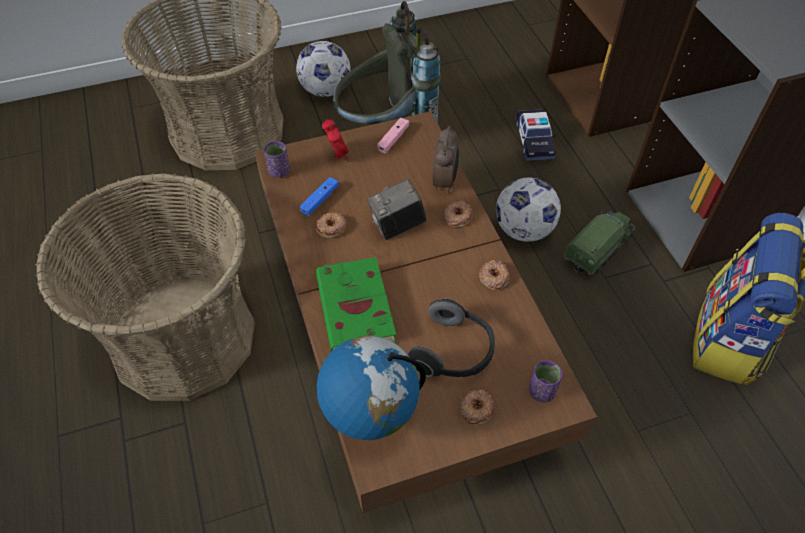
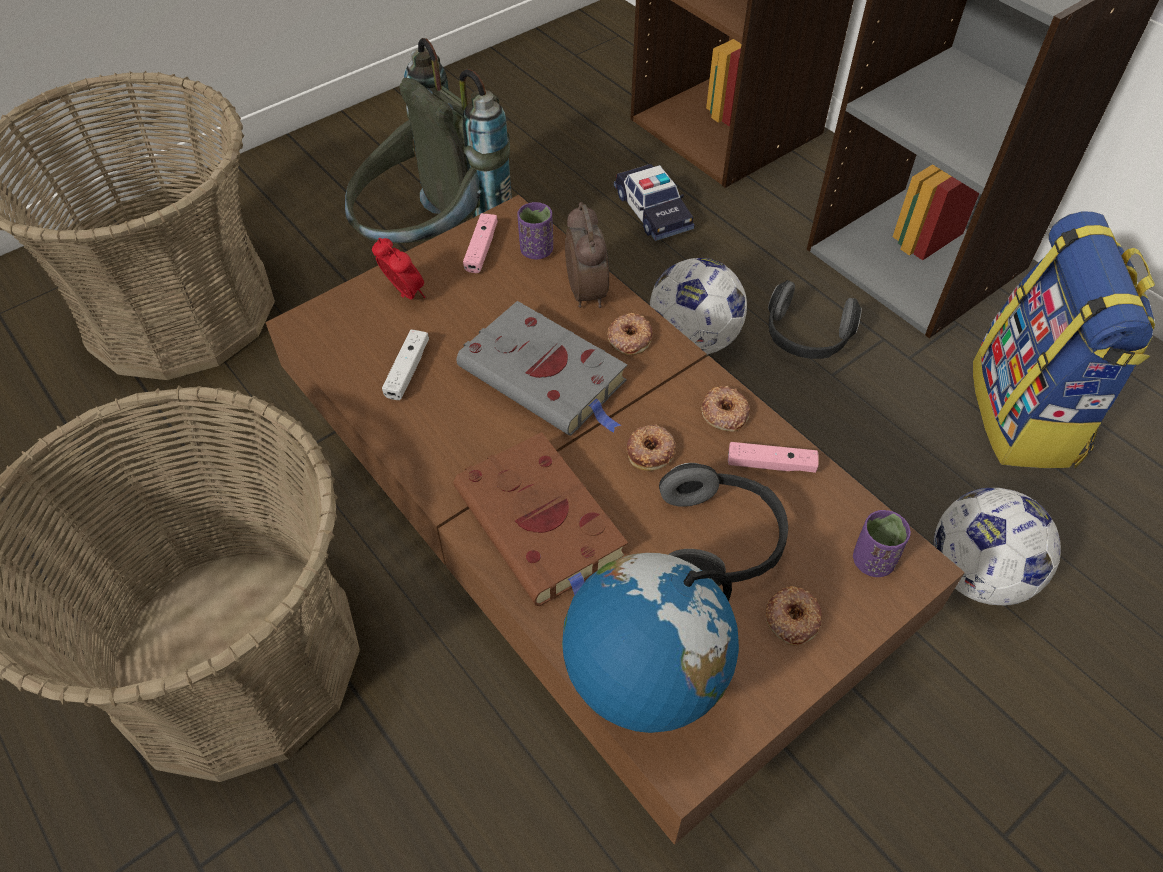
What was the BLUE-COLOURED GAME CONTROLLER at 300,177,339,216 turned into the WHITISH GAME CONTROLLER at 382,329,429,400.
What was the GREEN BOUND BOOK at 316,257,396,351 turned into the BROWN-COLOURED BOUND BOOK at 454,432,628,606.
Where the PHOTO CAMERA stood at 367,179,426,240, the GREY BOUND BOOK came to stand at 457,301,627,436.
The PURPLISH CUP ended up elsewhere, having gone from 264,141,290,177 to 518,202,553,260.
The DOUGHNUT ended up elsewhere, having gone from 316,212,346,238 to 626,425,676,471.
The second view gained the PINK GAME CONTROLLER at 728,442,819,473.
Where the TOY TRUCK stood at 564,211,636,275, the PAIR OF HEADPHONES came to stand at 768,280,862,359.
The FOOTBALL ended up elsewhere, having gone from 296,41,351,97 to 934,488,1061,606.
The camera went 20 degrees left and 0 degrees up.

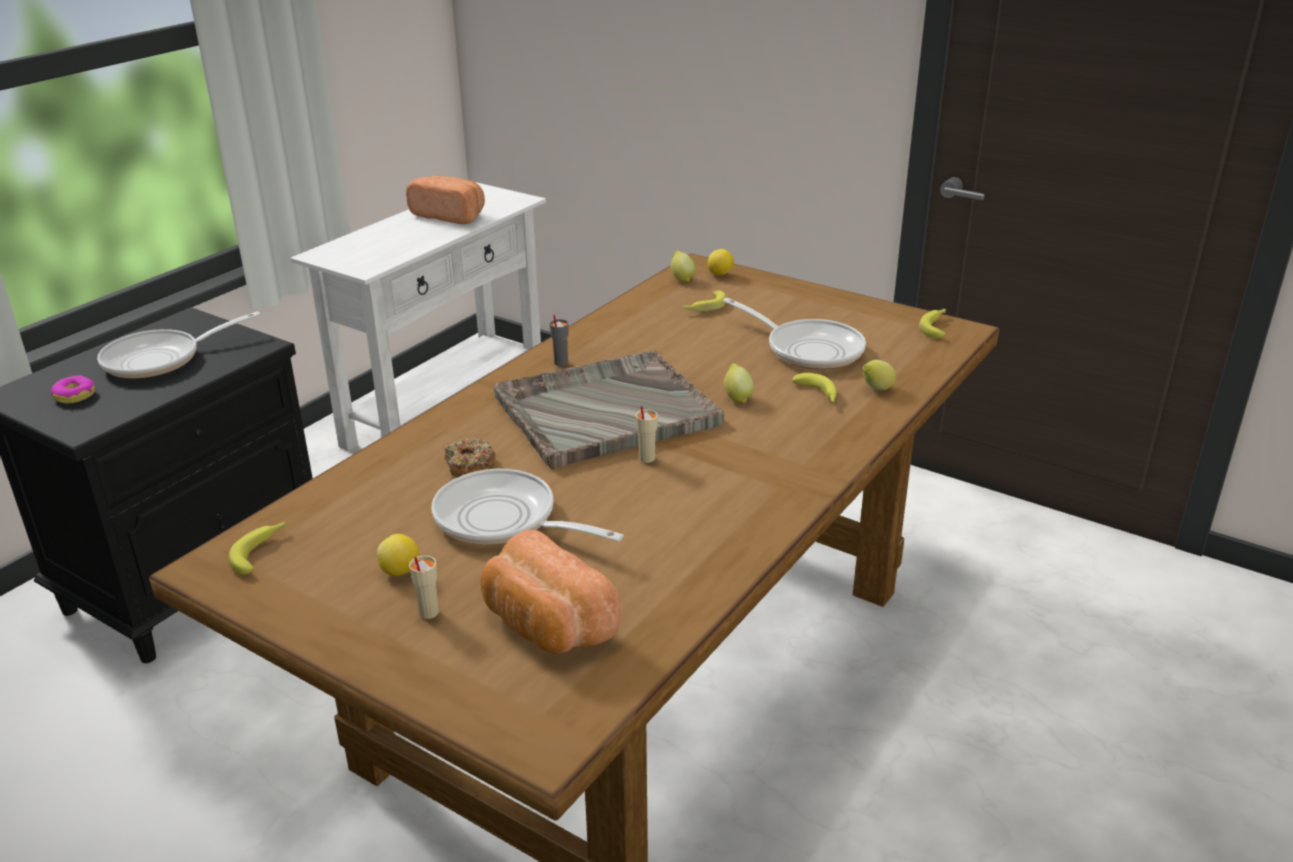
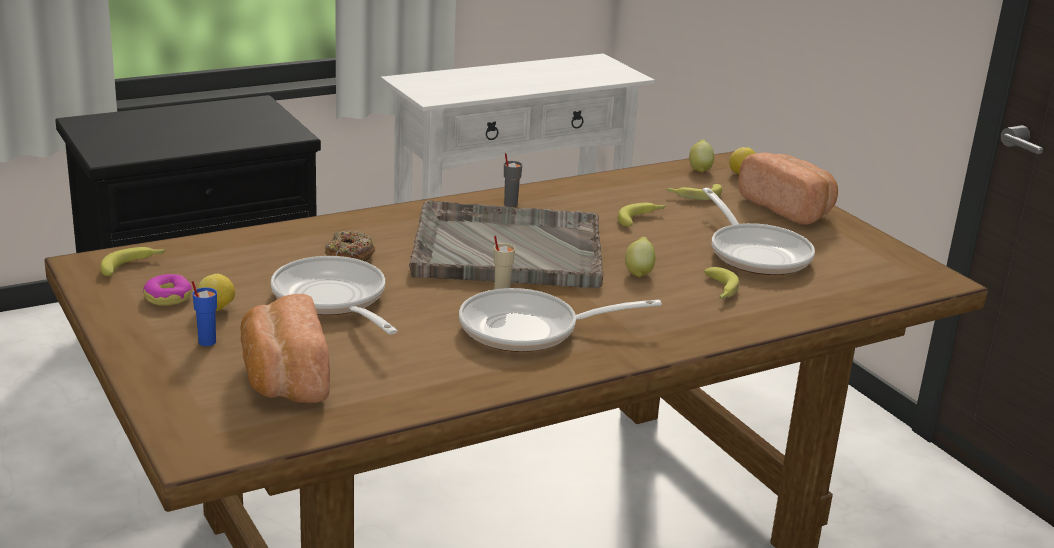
The DOUGHNUT ended up elsewhere, having gone from 51,375,95,404 to 143,274,192,306.
What was the BEIGE CUP at 409,556,439,619 turned into the BLUE-COLOURED CUP at 192,281,217,346.
The PAN ended up elsewhere, having gone from 97,311,261,379 to 459,288,662,352.
The BANANA ended up elsewhere, having gone from 919,309,946,338 to 618,203,666,227.
The BAKERY BREAD ended up elsewhere, having gone from 406,175,485,224 to 738,152,838,225.
The second view lost the CITRUS FRUIT at 862,360,896,390.
The camera went 25 degrees right and 5 degrees down.

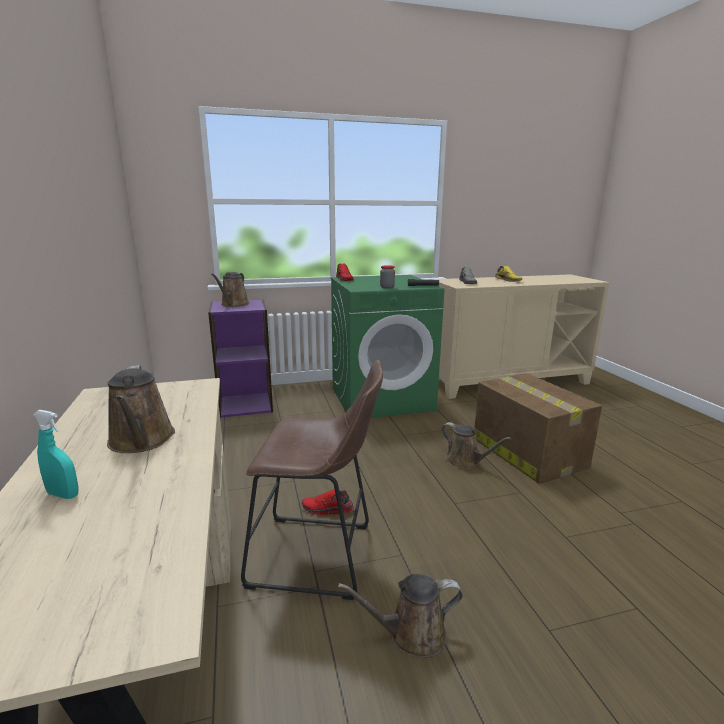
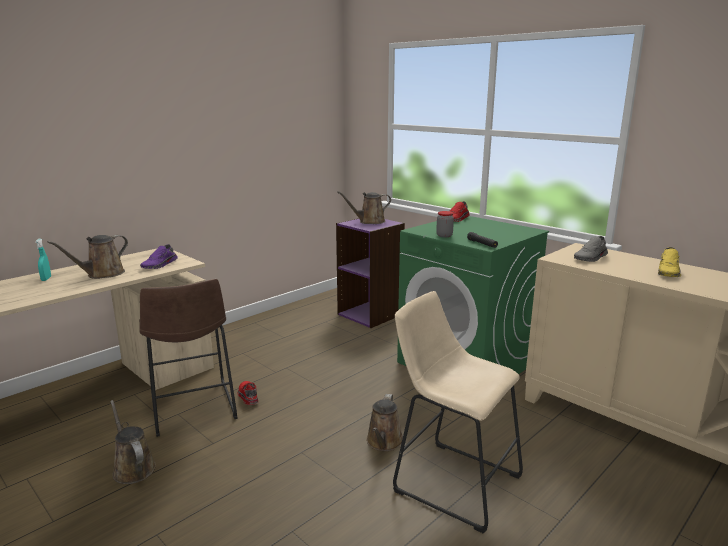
The second view gained the PURPLISH SHOE at 140,244,178,269.
Where the CARDBOARD BOX stood at 474,373,602,484, the BEIGE STOOL SEAT came to stand at 393,291,523,534.
The camera went 60 degrees right and 0 degrees up.

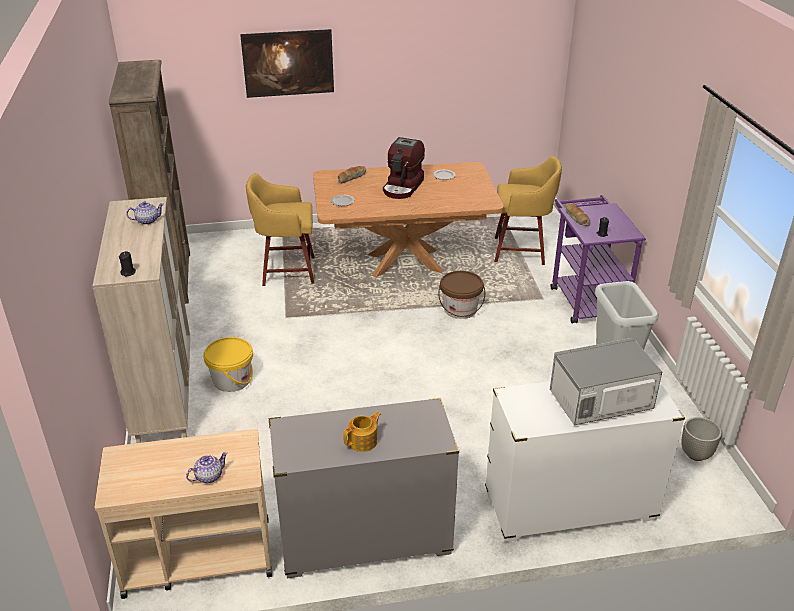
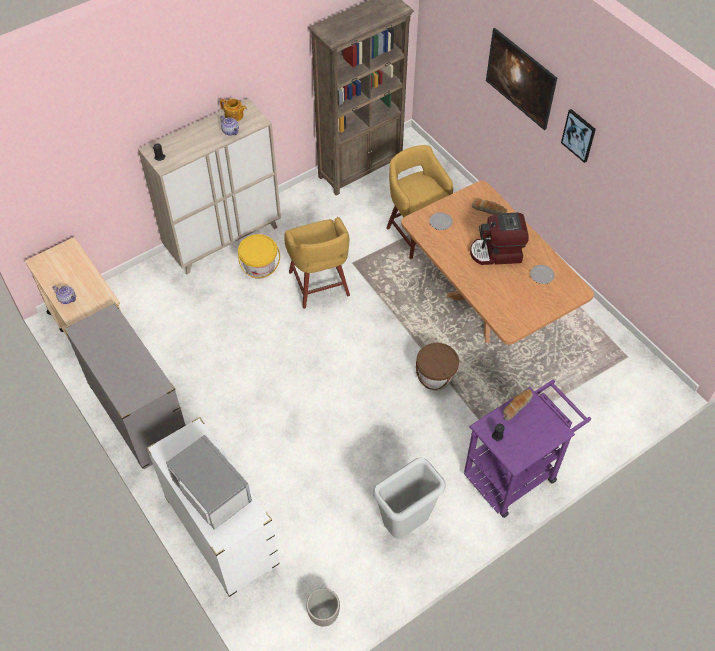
The TEAPOT ended up elsewhere, having gone from 343,412,381,452 to 220,99,247,121.
The YELLOW STOOL SEAT ended up elsewhere, having gone from 495,156,562,265 to 284,217,350,309.
The second view gained the WALL PICTURE at 561,109,596,163.
The camera went 65 degrees right and 20 degrees up.

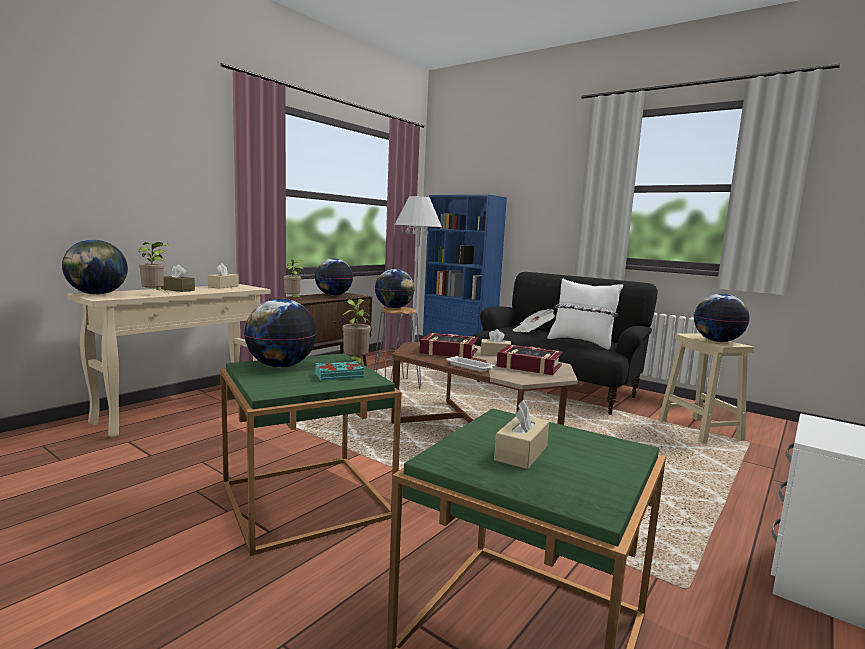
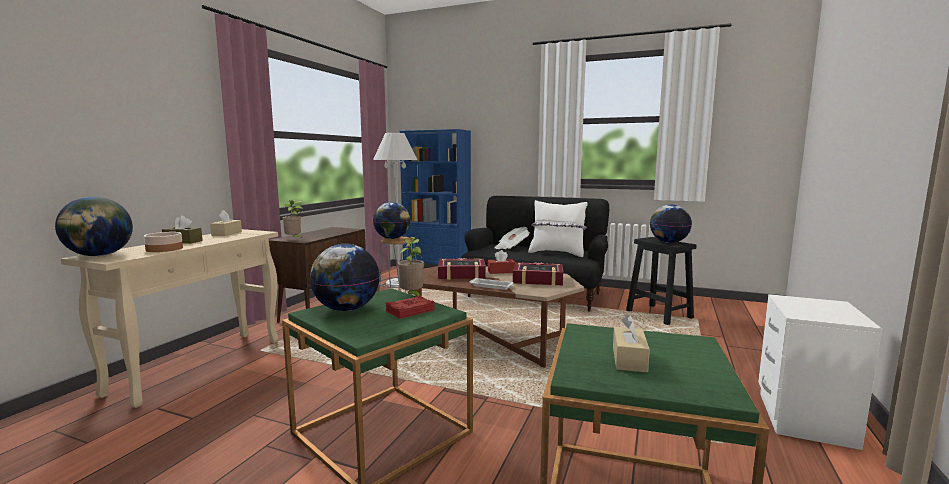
Where the HOUSEPLANT stood at 138,242,169,292, the SERVING BOWL came to stand at 144,232,183,252.
What was the BLUE-GREEN BOUND BOOK at 315,361,364,381 turned into the RED-COLOURED BOUND BOOK at 386,295,434,319.
What was the BEIGE TISSUE HOLDER at 481,329,511,356 turned into the RED-COLOURED TISSUE HOLDER at 488,250,515,274.
What was the BEIGE STOOL SEAT at 658,333,754,444 turned into the BLACKISH STOOL SEAT at 626,237,696,325.
The second view lost the DESK GLOBE at 315,258,353,296.
The camera went 15 degrees left and 0 degrees up.

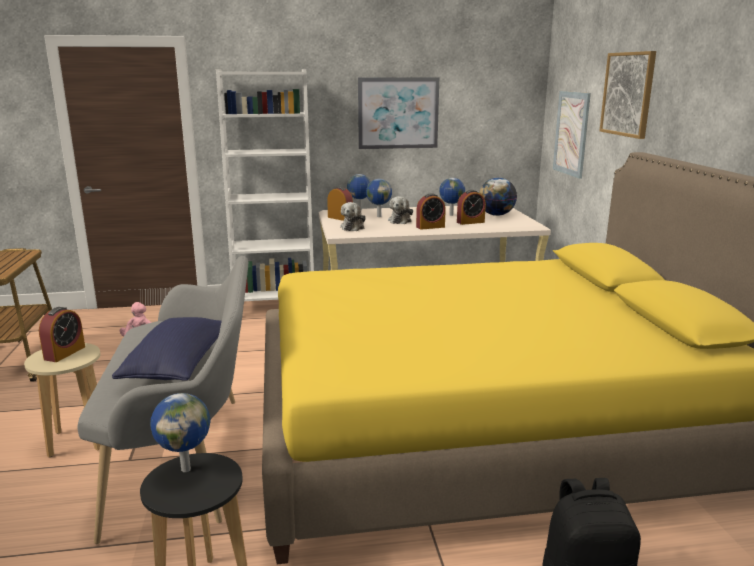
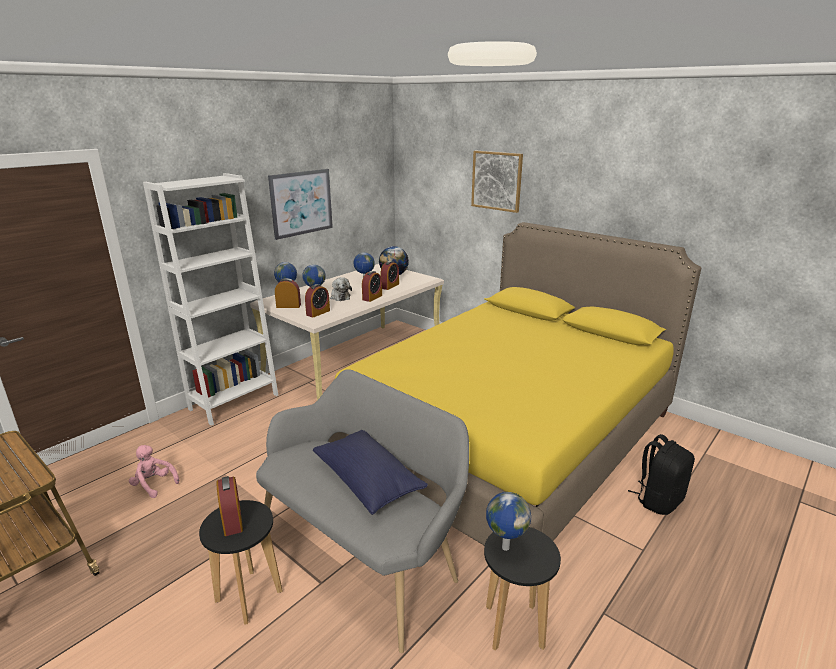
What was the BEIGE STOOL SEAT at 24,343,101,457 turned into the BLACKISH STOOL SEAT at 199,500,282,625.
Where the SOFT TOY stood at 340,202,366,231, the ALARM CLOCK came to stand at 305,284,330,318.
The second view lost the WALL PICTURE at 553,91,591,179.
The camera went 40 degrees left and 5 degrees up.

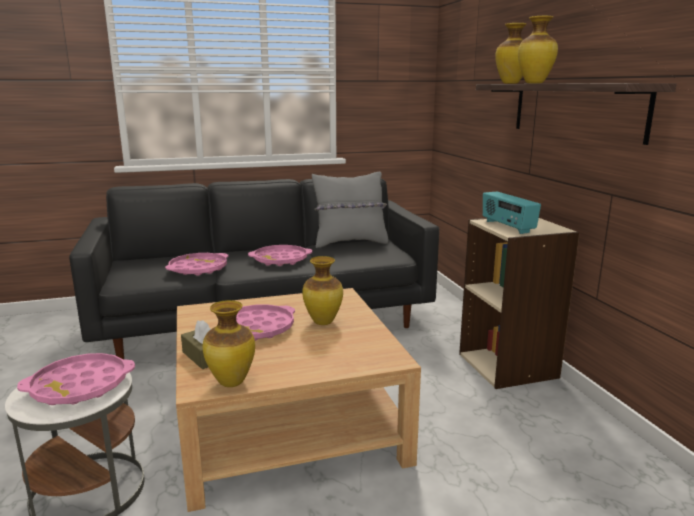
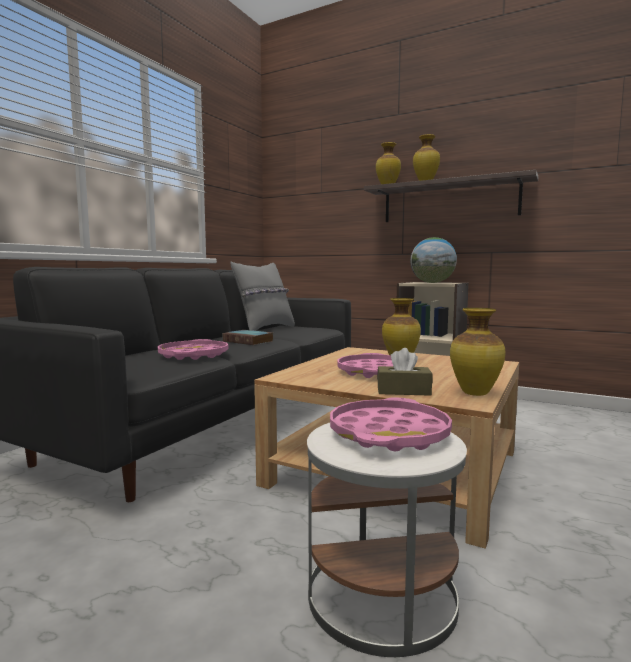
Where the PINK CARRYING TRAY stood at 248,245,312,266, the BOUND BOOK came to stand at 222,330,273,345.
Where the RADIO SET stood at 483,192,541,234, the DESK GLOBE came to stand at 410,237,457,283.
The camera went 45 degrees left and 10 degrees down.

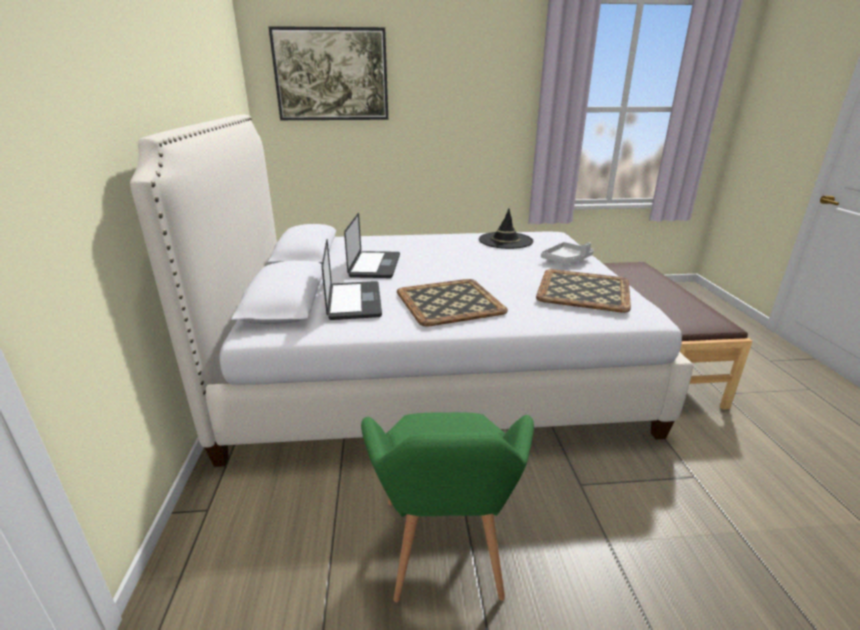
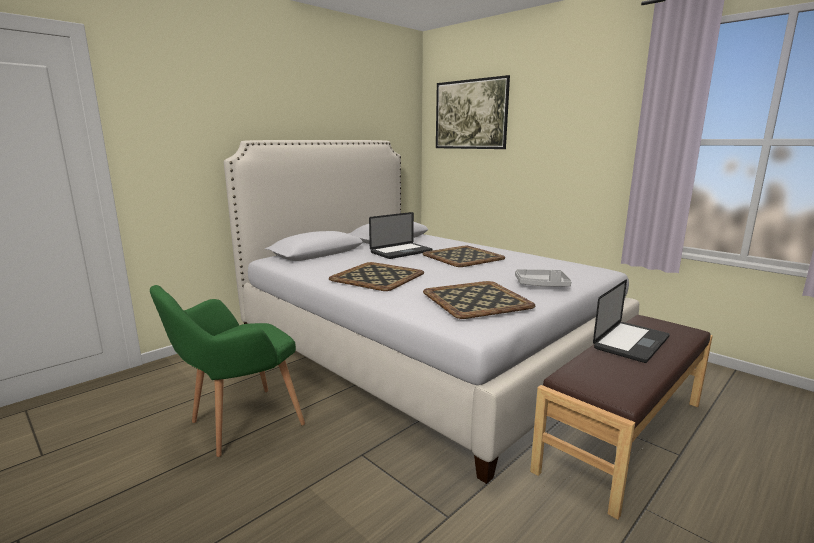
The second view gained the CARRYING TRAY at 423,246,505,267.
The LAPTOP ended up elsewhere, having gone from 322,239,382,320 to 593,279,670,363.
The second view lost the BLACKISH HAT at 479,208,533,249.
The camera went 50 degrees right and 10 degrees down.

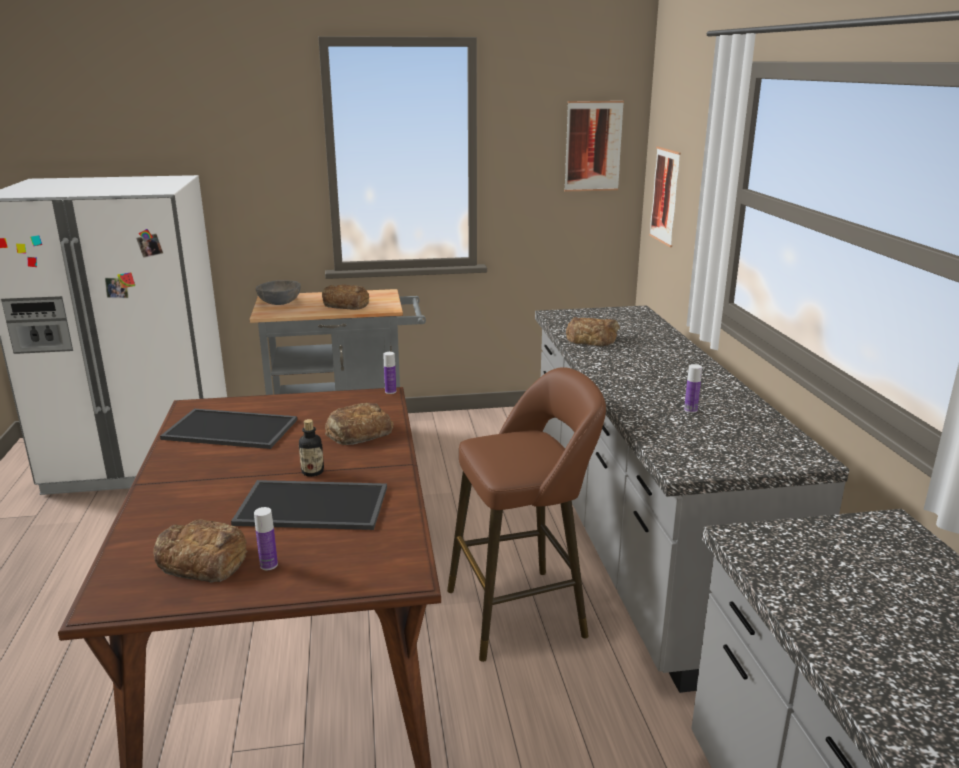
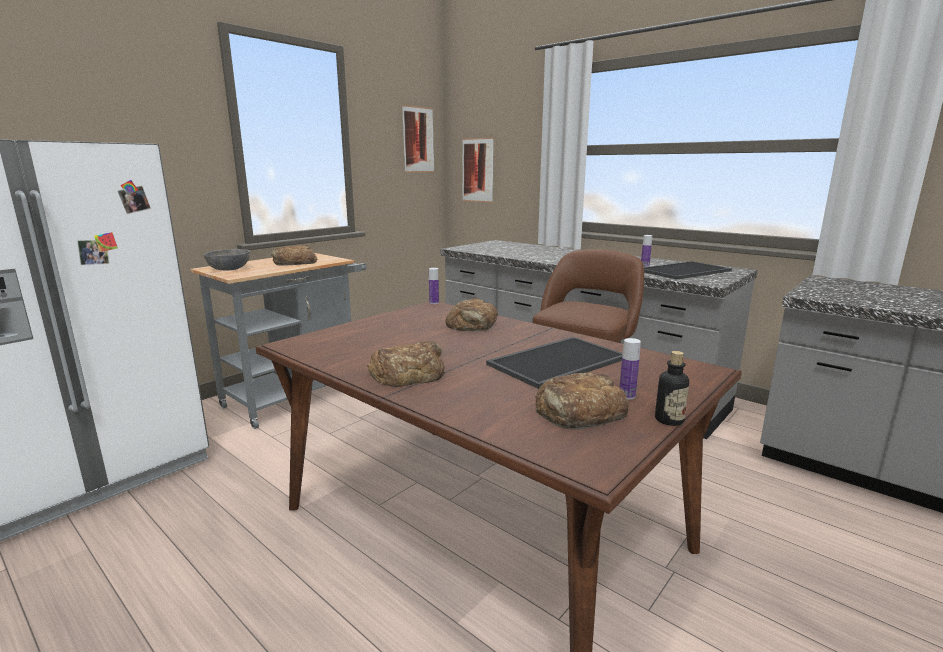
The BAKERY BREAD ended up elsewhere, having gone from 566,317,620,346 to 367,341,445,387.
The CARRYING TRAY ended up elsewhere, having gone from 160,409,297,449 to 644,261,732,280.
The DRINK BOTTLE ended up elsewhere, having gone from 299,419,324,477 to 655,351,689,426.
The camera went 40 degrees left and 5 degrees down.

